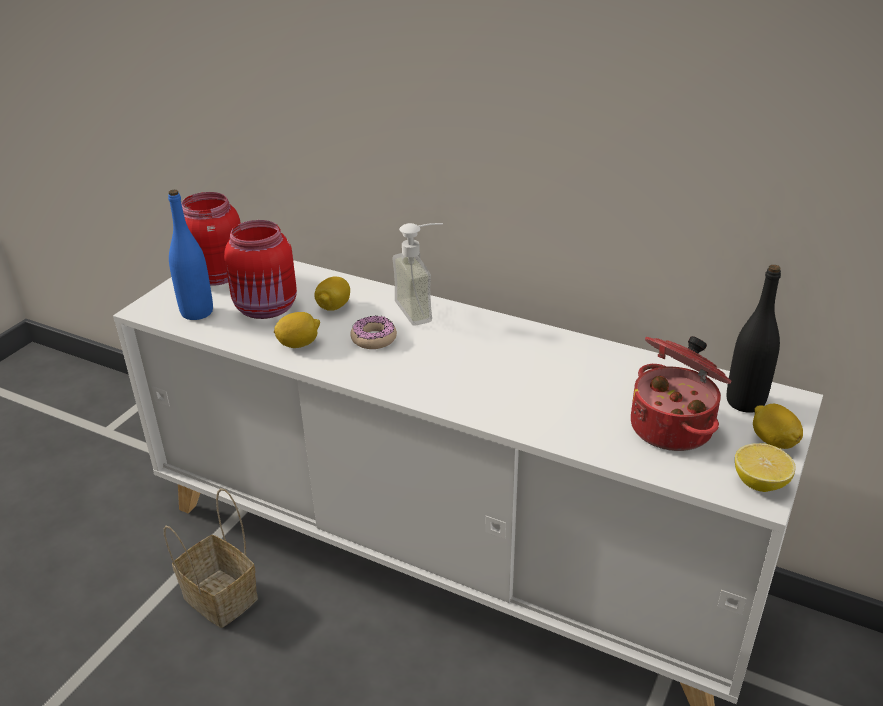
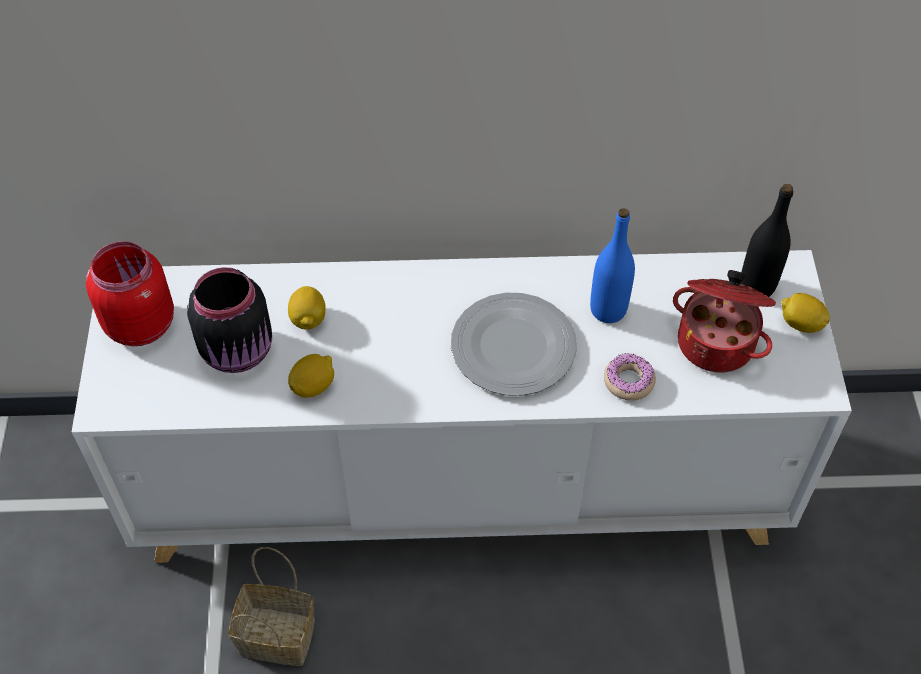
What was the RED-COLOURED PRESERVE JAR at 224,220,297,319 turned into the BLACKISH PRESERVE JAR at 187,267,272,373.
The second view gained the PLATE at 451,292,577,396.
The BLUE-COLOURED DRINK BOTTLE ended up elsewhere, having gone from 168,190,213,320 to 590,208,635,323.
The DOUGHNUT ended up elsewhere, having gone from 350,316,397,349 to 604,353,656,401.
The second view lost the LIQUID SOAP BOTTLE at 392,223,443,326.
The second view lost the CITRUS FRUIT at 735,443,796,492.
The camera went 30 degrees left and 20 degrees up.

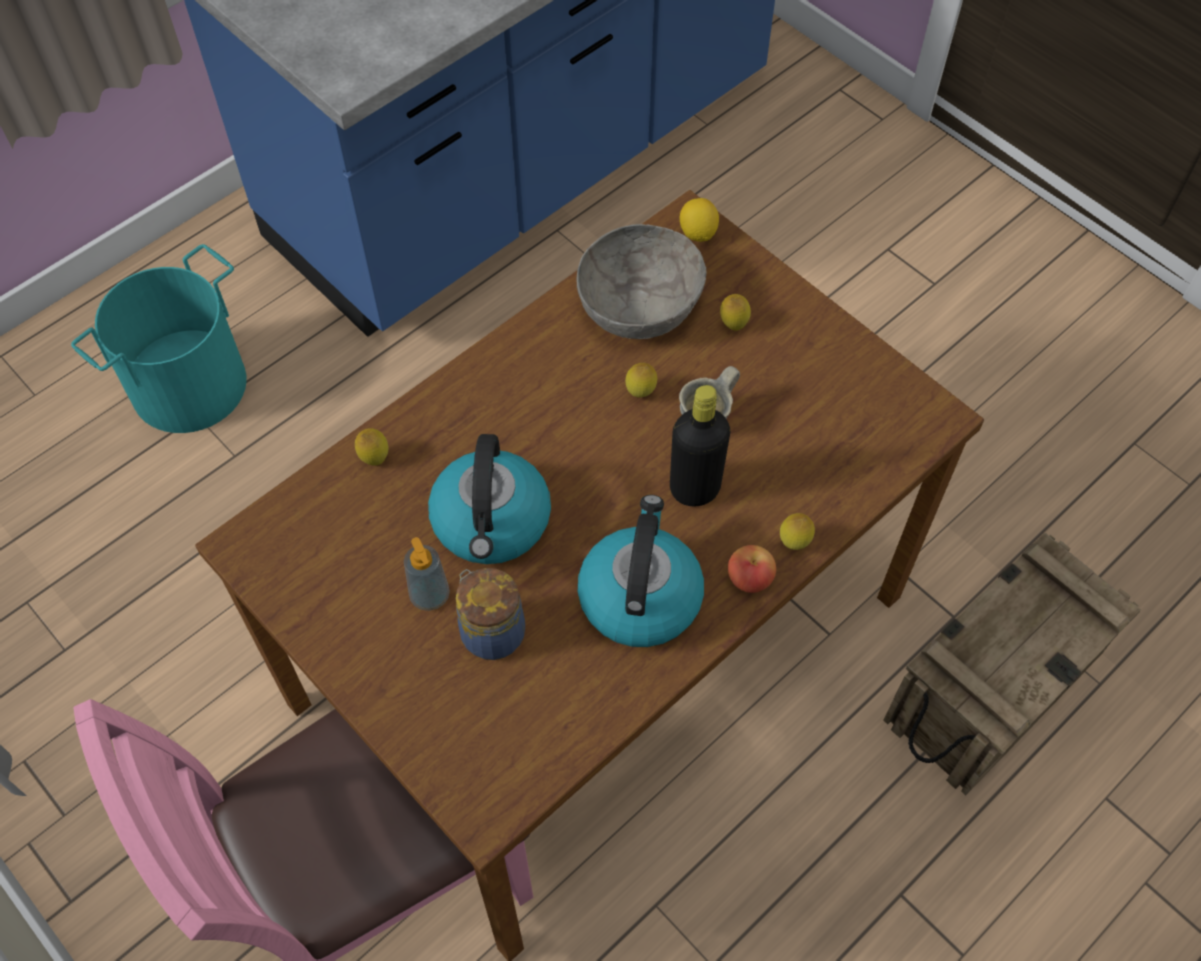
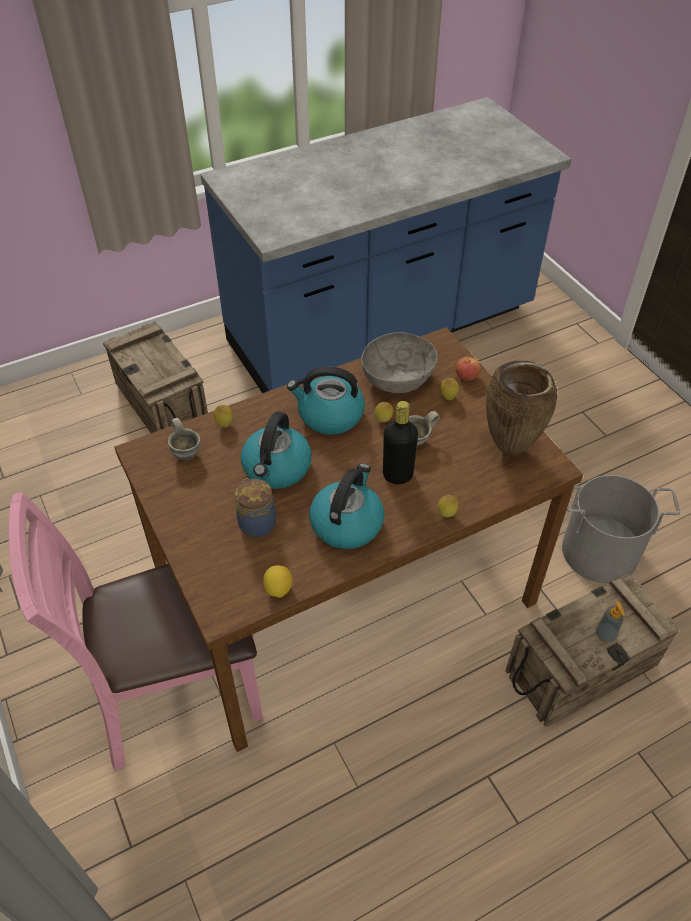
Where the BLUE-GREEN WATER BUCKET stood at 71,244,247,433, the PACKING CRATE came to stand at 103,322,208,433.
The second view gained the GREY COFFEE MUG at 168,418,200,461.
The CITRUS FRUIT ended up elsewhere, having gone from 680,198,719,242 to 263,565,293,598.
The second view gained the KETTLE at 287,366,365,435.
The APPLE FRUIT ended up elsewhere, having gone from 728,545,776,593 to 456,357,481,381.
The second view gained the BROWN-COLOURED VASE at 486,361,557,456.
The second view gained the GREY WATER BUCKET at 562,475,680,584.
The LIQUID SOAP BOTTLE ended up elsewhere, having gone from 404,537,450,611 to 596,601,625,643.
The camera went 15 degrees right and 10 degrees down.

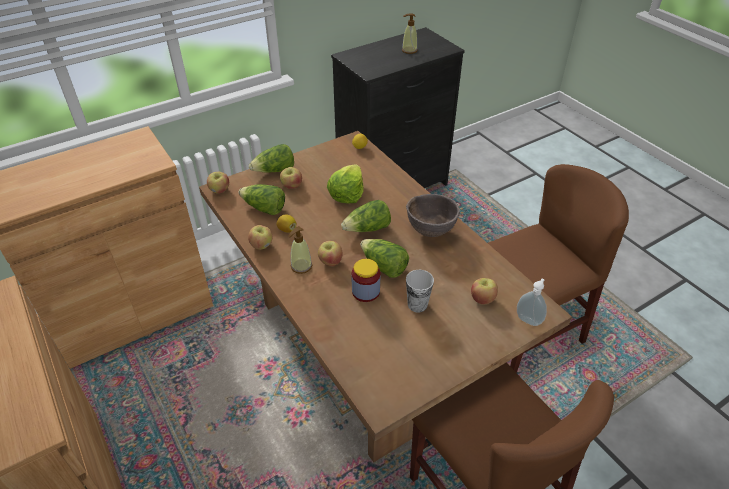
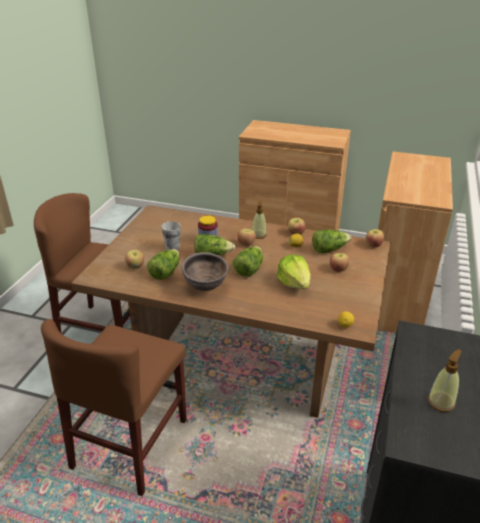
The HEAD OF LETTUCE ended up elsewhere, having gone from 249,144,294,173 to 147,249,179,280.
The second view lost the LIQUID SOAP BOTTLE at 517,278,547,326.
The camera went 140 degrees right and 10 degrees down.

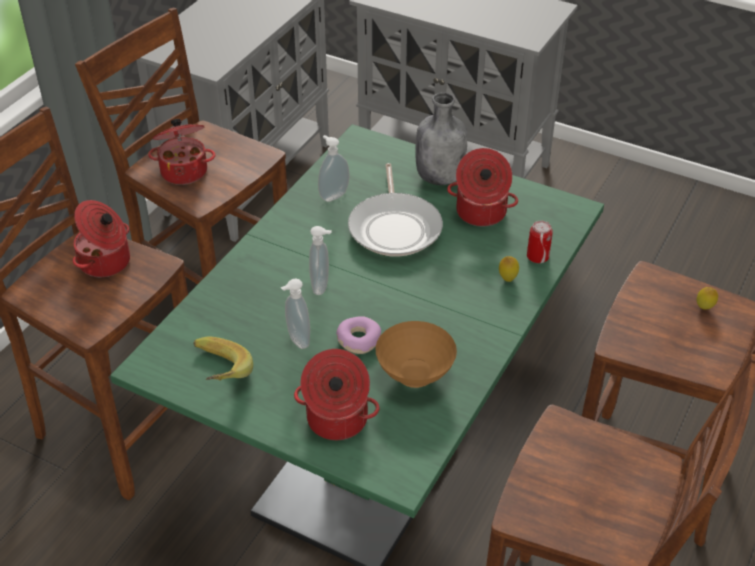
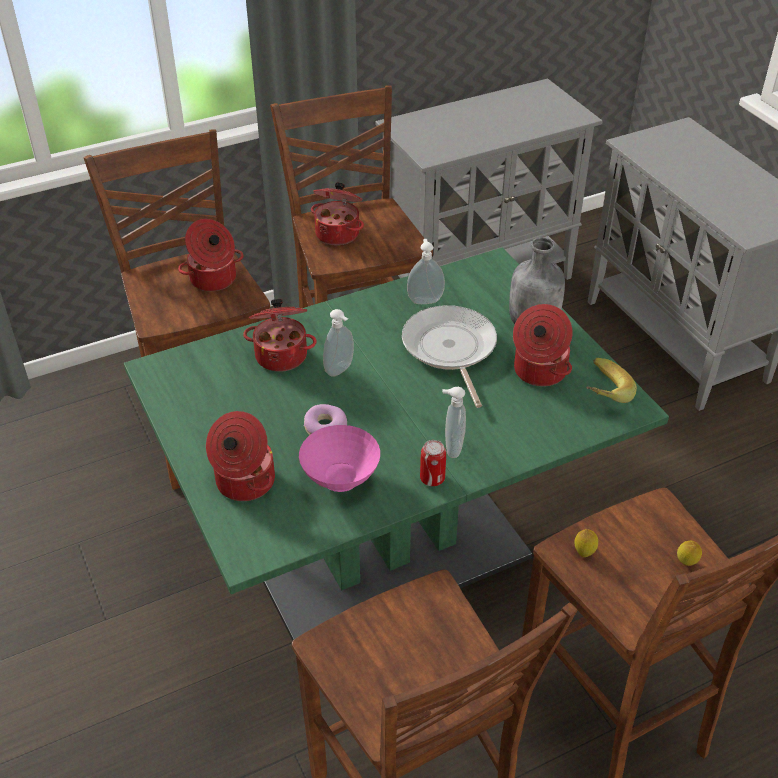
The second view gained the COOKING POT at 243,299,316,372.
What was the BROWN-COLOURED SERVING BOWL at 376,321,457,388 turned into the PINK SERVING BOWL at 299,425,380,492.
The PAN at 348,163,443,257 ended up facing another way, 135 degrees clockwise from before.
The SEALED CAN ended up elsewhere, having gone from 527,221,553,263 to 420,440,446,486.
The LIQUID SOAP BOTTLE ended up elsewhere, having gone from 281,279,310,349 to 442,387,466,458.
The CITRUS FRUIT ended up elsewhere, having gone from 499,256,519,282 to 575,529,598,557.
The BANANA ended up elsewhere, having gone from 193,337,253,381 to 586,358,637,403.
The camera went 35 degrees right and 0 degrees up.

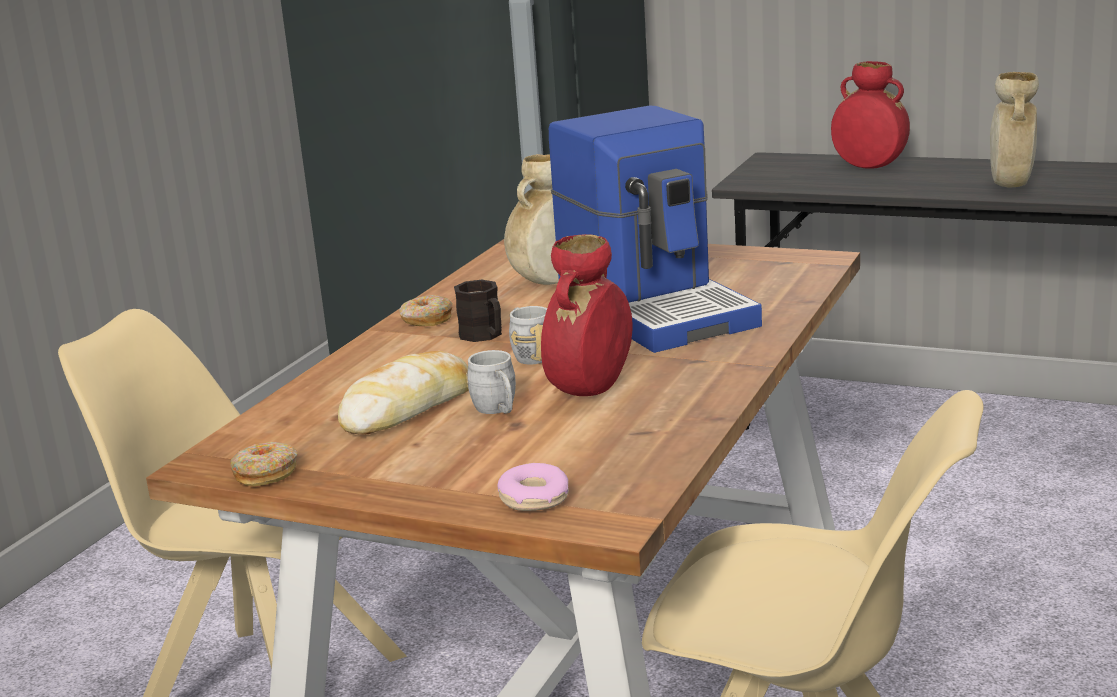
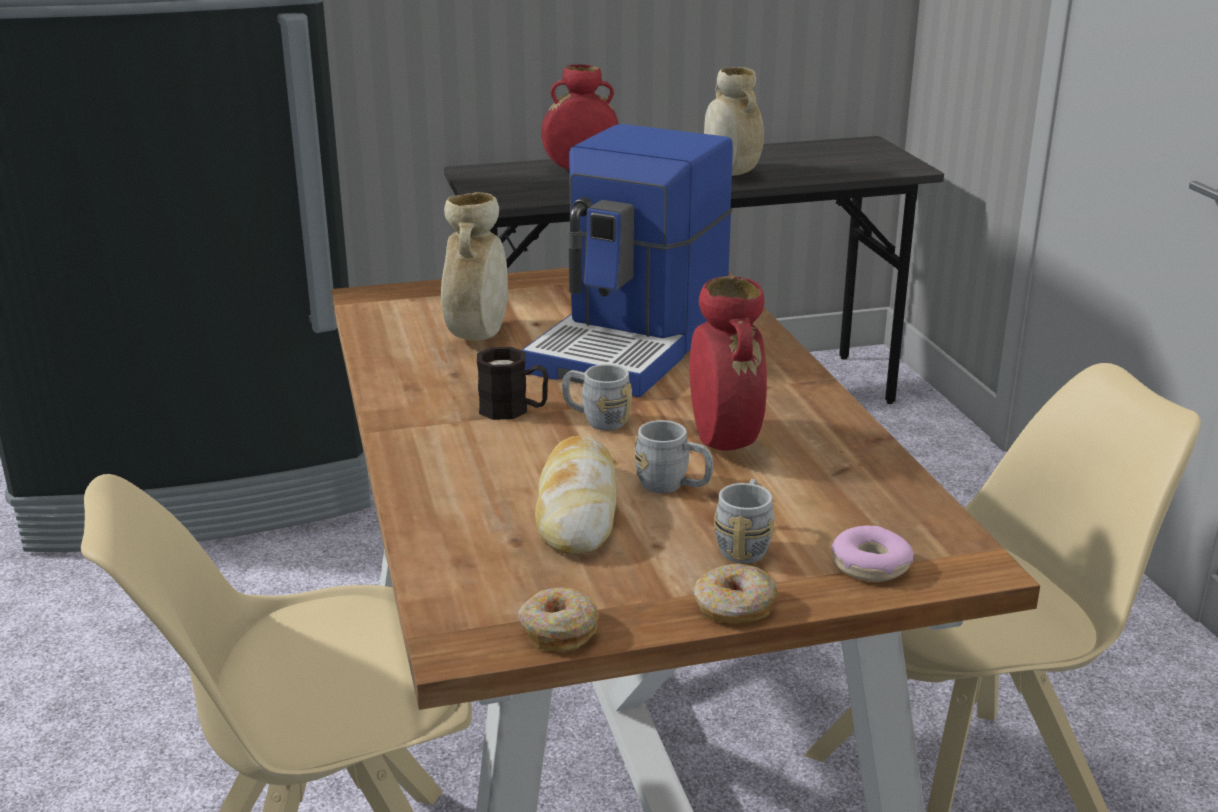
The COFFEE MACHINE at 549,105,762,353 ended up facing another way, 90 degrees clockwise from before.
The DOUGHNUT ended up elsewhere, having gone from 399,295,453,326 to 694,563,778,623.
The second view gained the GREY COFFEE MUG at 714,479,775,564.
The camera went 40 degrees left and 5 degrees up.

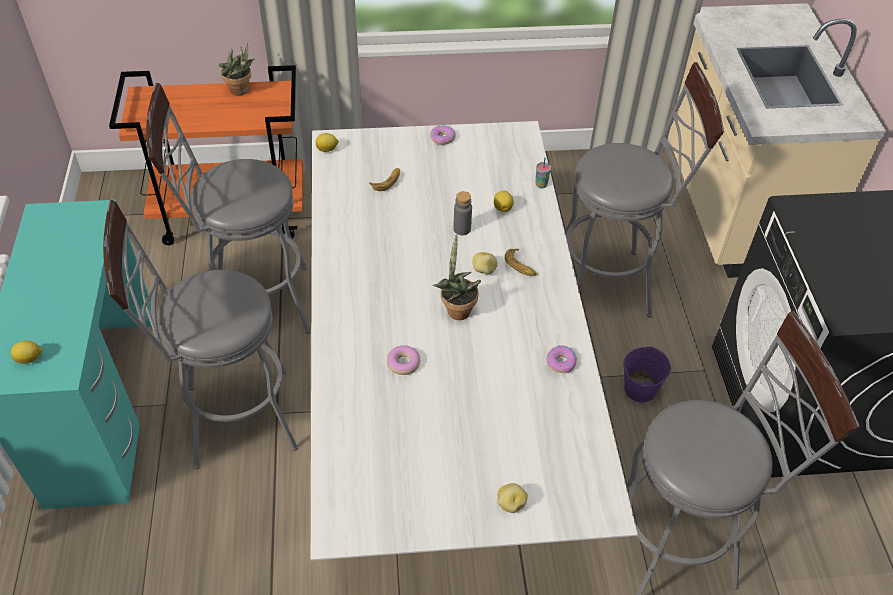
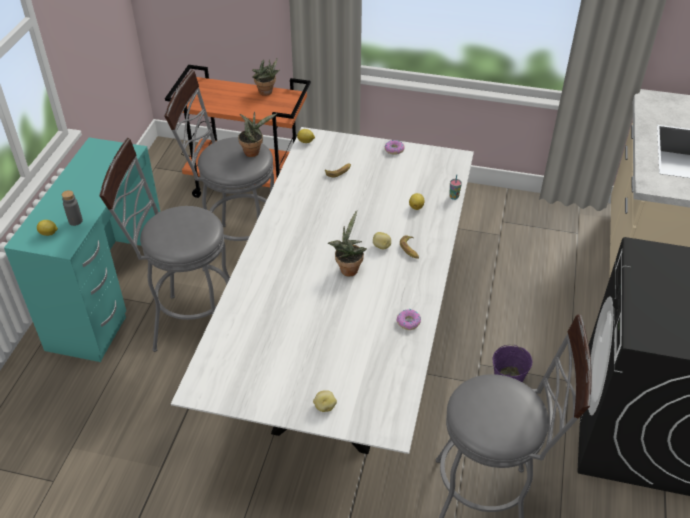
The GREY DRINK BOTTLE ended up elsewhere, having gone from 453,191,472,235 to 62,190,83,226.
The second view gained the HOUSEPLANT at 238,112,277,157.
The second view lost the DOUGHNUT at 387,345,420,375.
The second view lost the GREY STOOL SEAT at 565,62,724,318.
The camera went 20 degrees right and 5 degrees down.

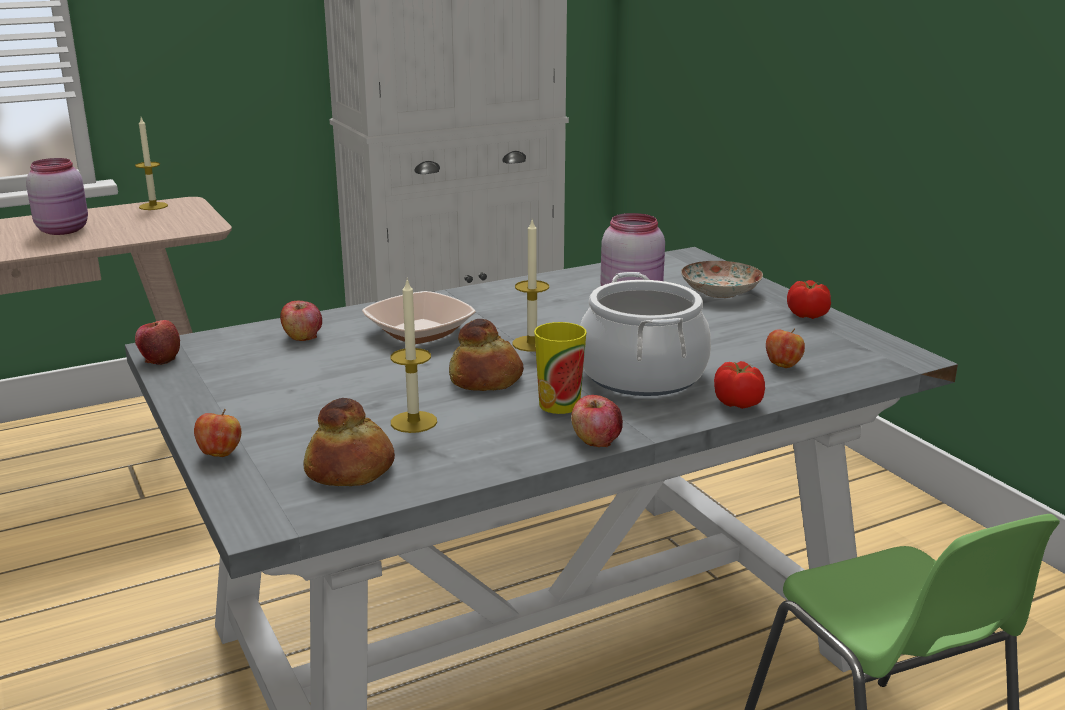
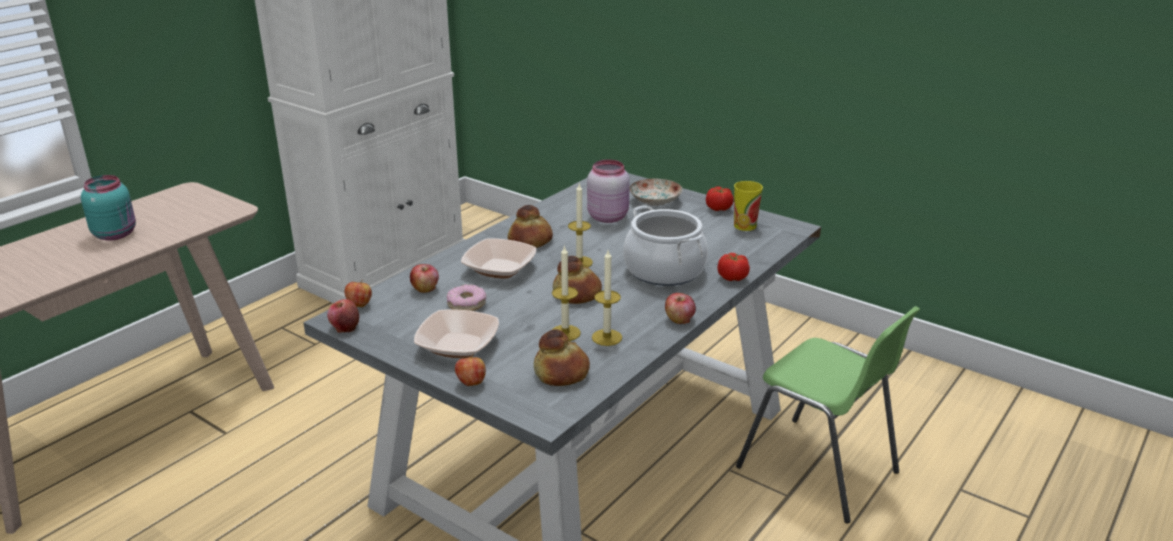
What was the PINK PRESERVE JAR at 26,158,88,235 turned into the BLUE-GREEN PRESERVE JAR at 81,175,136,240.
The APPLE FRUIT ended up elsewhere, having gone from 766,328,805,368 to 345,280,372,307.
The second view gained the SERVING BOWL at 414,309,499,358.
The second view gained the DOUGHNUT at 447,284,486,311.
The second view gained the BAKERY BREAD at 508,205,553,248.
The WAX CANDLE ended up elsewhere, having gone from 135,118,168,210 to 592,250,622,346.
The CUP ended up elsewhere, having gone from 534,322,587,414 to 734,181,763,231.
The camera went 25 degrees left and 5 degrees up.

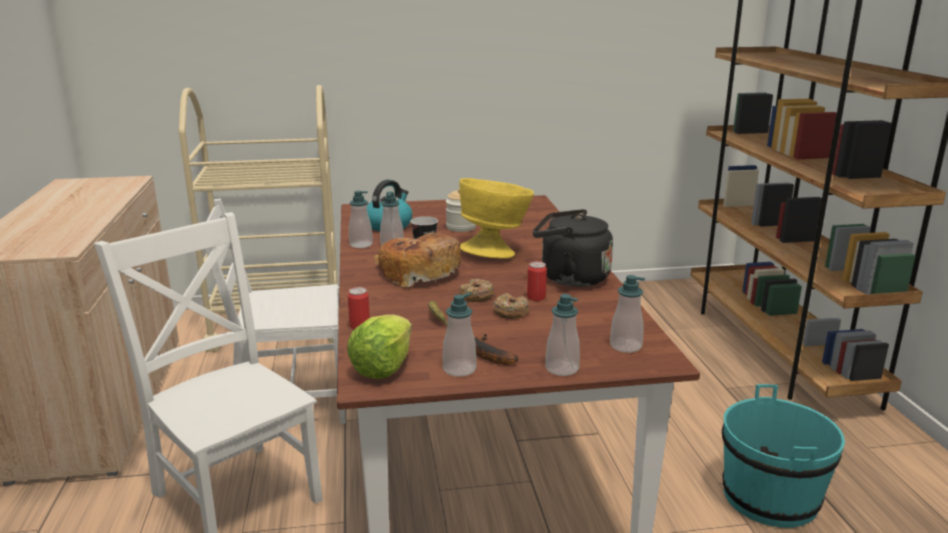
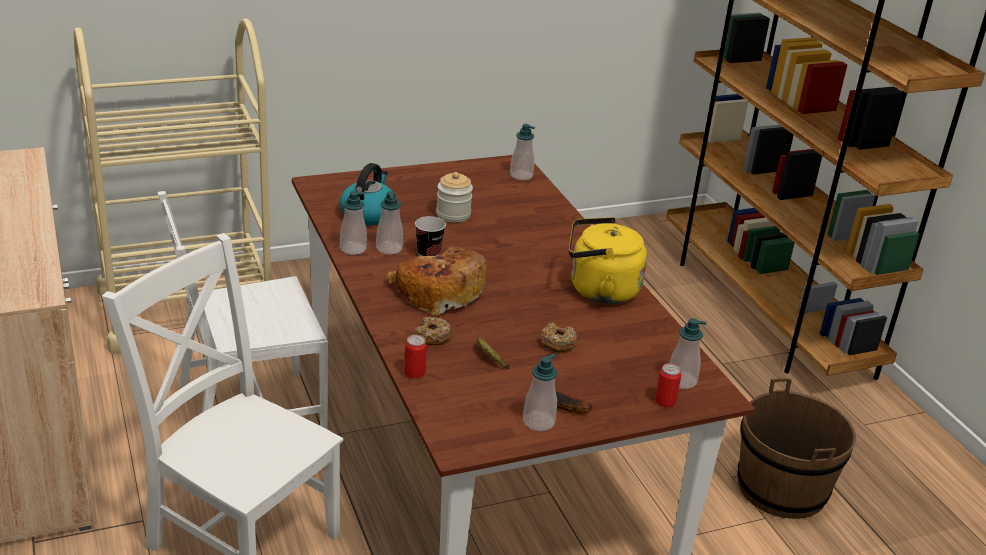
The DOUGHNUT ended up elsewhere, having gone from 459,279,495,302 to 414,317,453,345.
The LIQUID SOAP BOTTLE ended up elsewhere, having gone from 545,294,580,376 to 510,124,535,180.
What was the BLACKISH KETTLE at 533,209,613,287 turned into the YELLOW KETTLE at 569,217,647,304.
The SEALED CAN ended up elsewhere, having gone from 527,261,547,301 to 655,363,681,407.
What was the BLUE-GREEN WATER BUCKET at 722,384,845,528 turned into the BROWN-COLOURED WATER BUCKET at 737,378,856,519.
The second view lost the HEAD OF LETTUCE at 347,315,412,379.
The second view lost the YELLOW SERVING BOWL at 460,178,534,258.
The camera went 15 degrees left and 10 degrees up.

